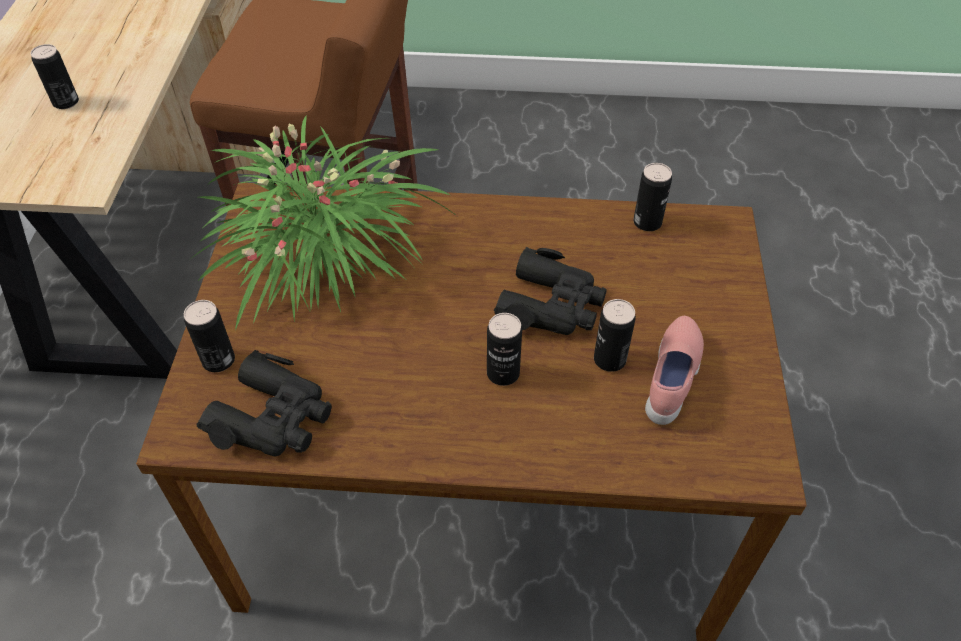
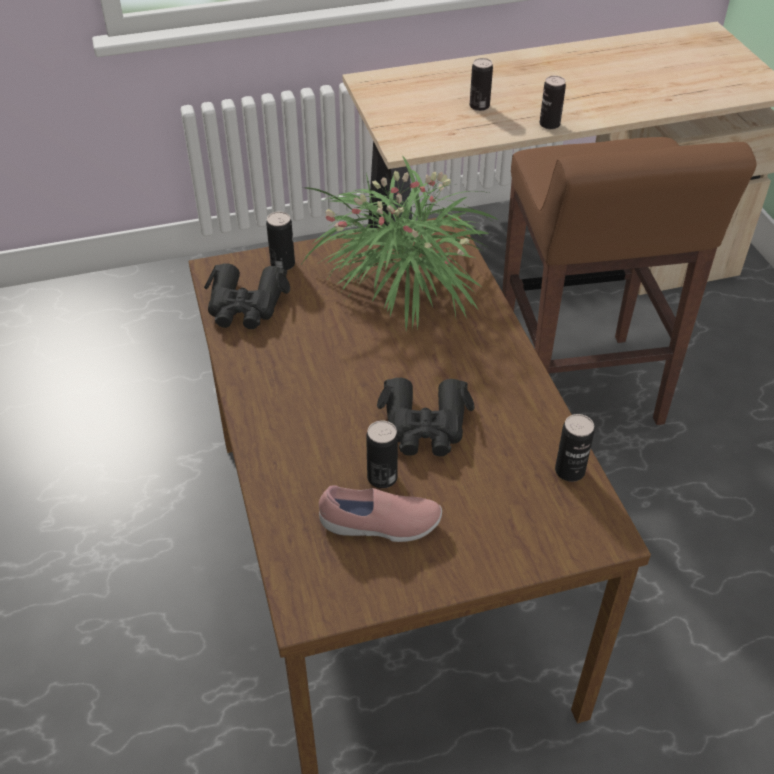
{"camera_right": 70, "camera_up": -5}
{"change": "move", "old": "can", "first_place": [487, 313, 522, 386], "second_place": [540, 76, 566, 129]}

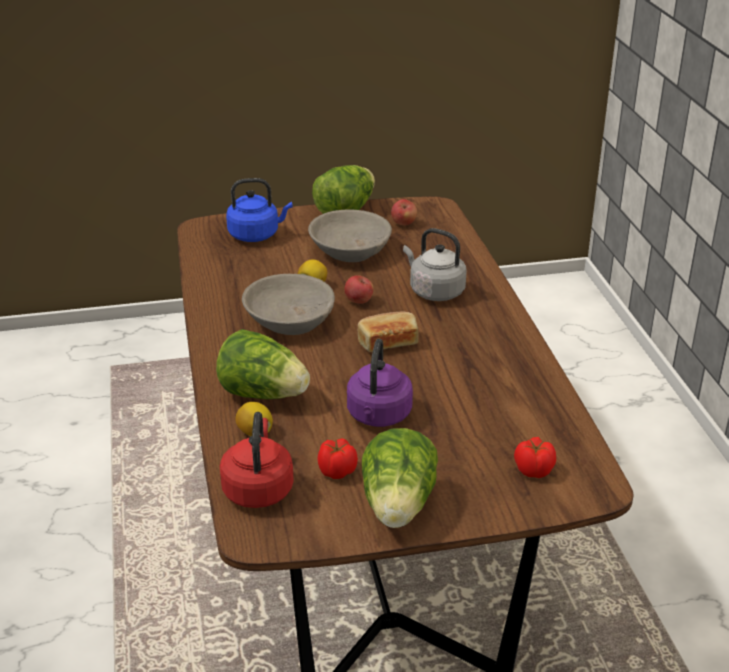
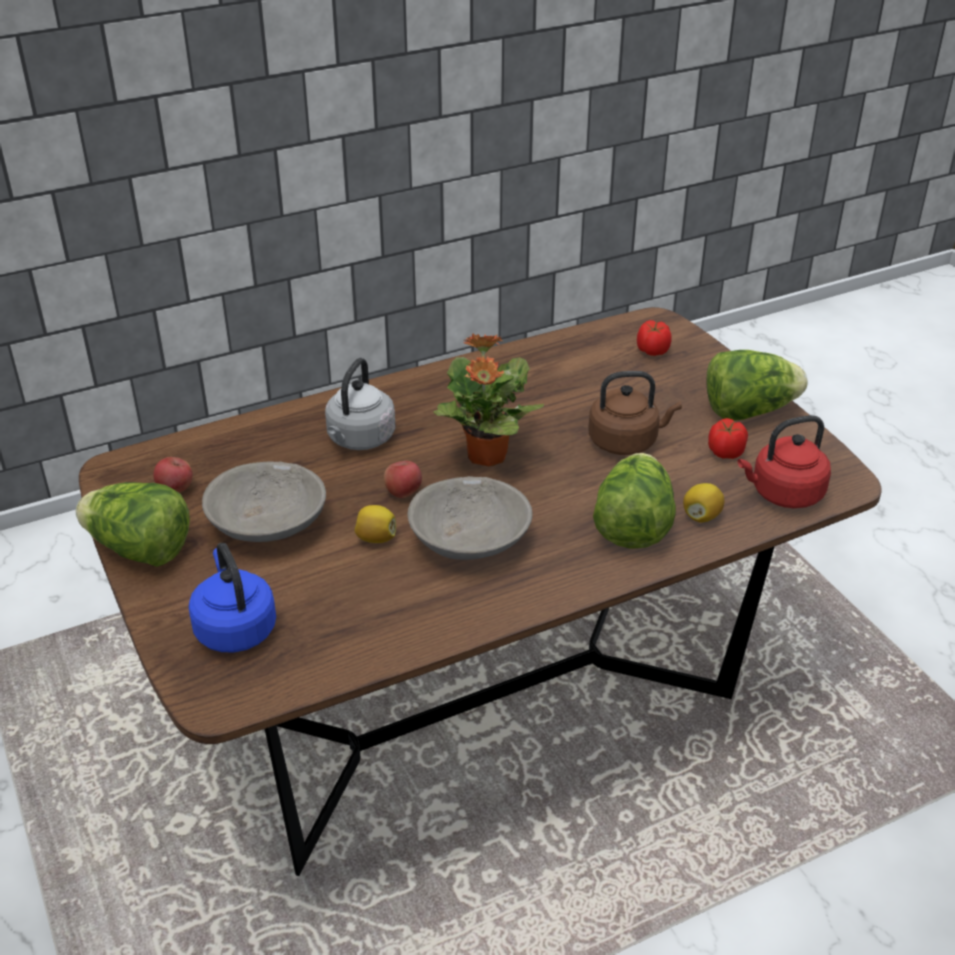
{"camera_right": -105, "camera_up": 5}
{"change": "replace", "old": "bread", "new": "potted plant", "first_place": [358, 311, 419, 352], "second_place": [433, 333, 544, 466]}
{"change": "recolor", "old": "purple kettle", "new": "brown kettle", "first_place": [347, 339, 413, 427], "second_place": [588, 371, 682, 455]}

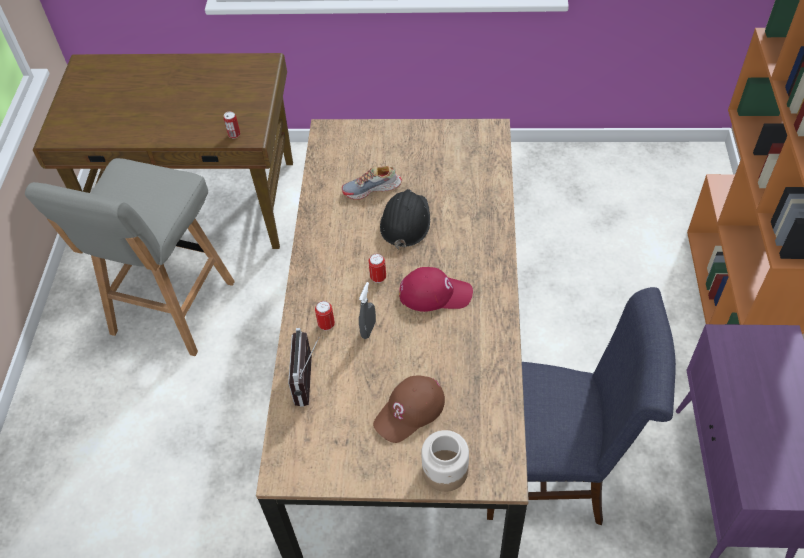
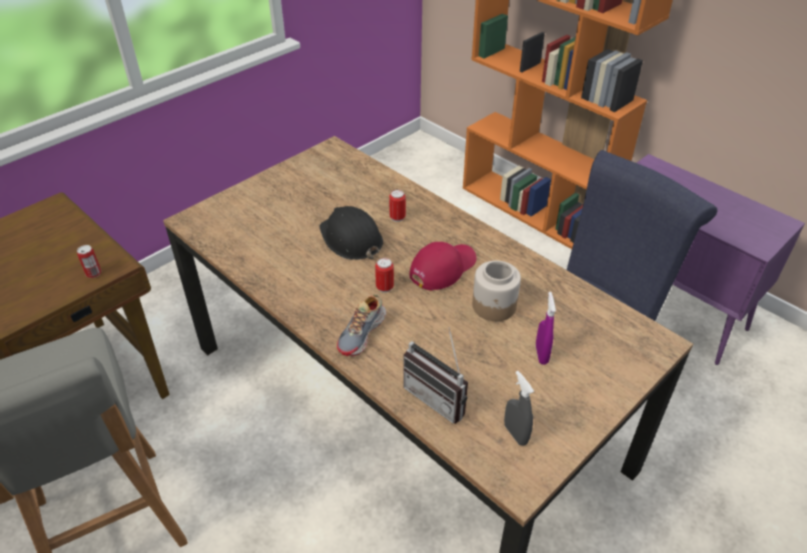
{"camera_right": -50, "camera_up": -10}
{"change": "move", "old": "shoe", "first_place": [342, 165, 402, 200], "second_place": [337, 294, 386, 356]}
{"change": "move", "old": "can", "first_place": [315, 301, 335, 330], "second_place": [389, 190, 406, 222]}
{"change": "move", "old": "jar", "first_place": [421, 430, 469, 492], "second_place": [472, 261, 521, 321]}
{"change": "move", "old": "grey spray bottle", "first_place": [359, 282, 376, 339], "second_place": [504, 371, 534, 446]}
{"change": "replace", "old": "brown cap", "new": "purple spray bottle", "first_place": [373, 375, 445, 443], "second_place": [536, 292, 556, 365]}

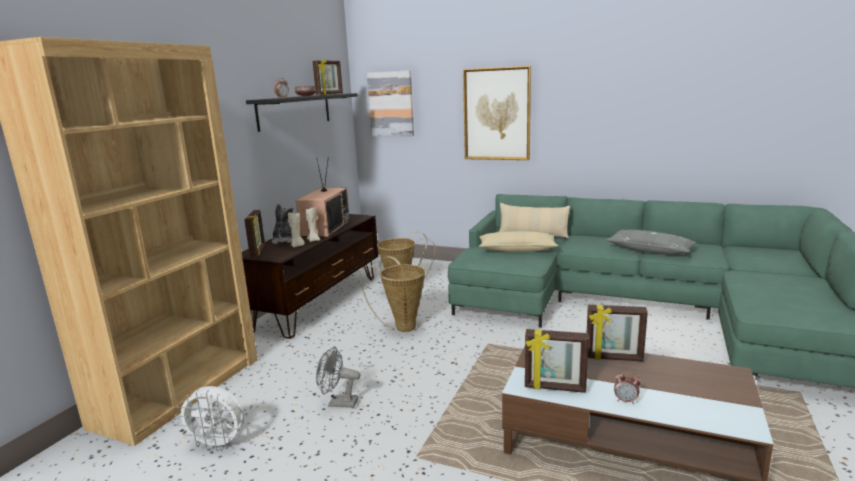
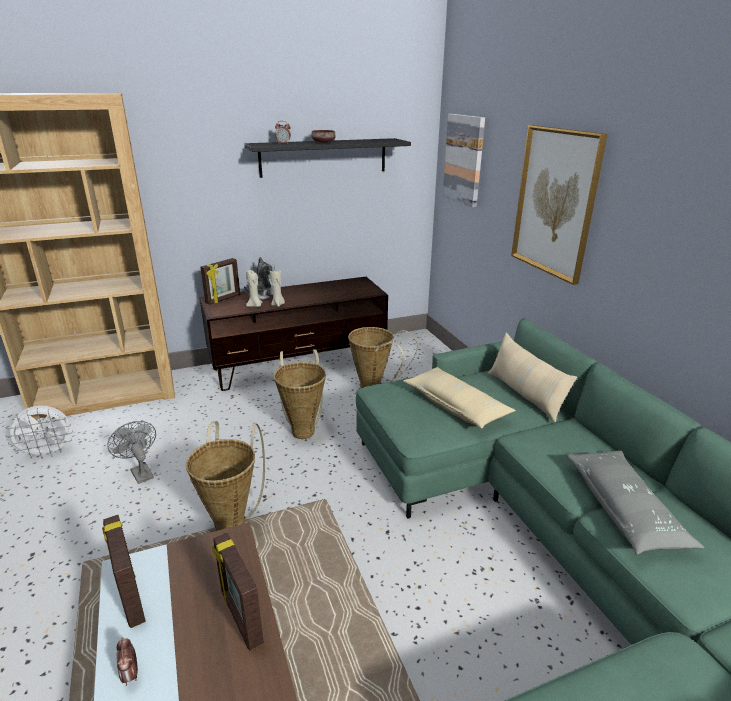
{"camera_right": 45, "camera_up": 10}
{"change": "rotate", "old": "white fan", "first_place": [175, 386, 244, 451], "second_place": [5, 406, 73, 458], "degrees": -75}
{"change": "insert", "new": "basket", "second_place": [186, 421, 265, 531]}
{"change": "delete", "old": "television", "first_place": [296, 157, 350, 237]}
{"change": "delete", "old": "picture frame", "first_place": [313, 59, 343, 95]}

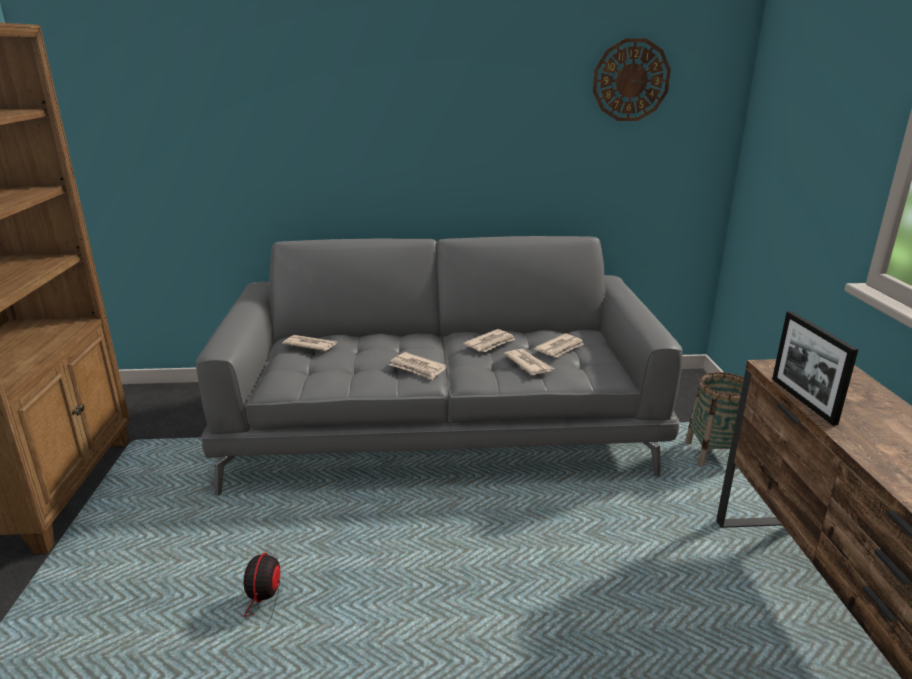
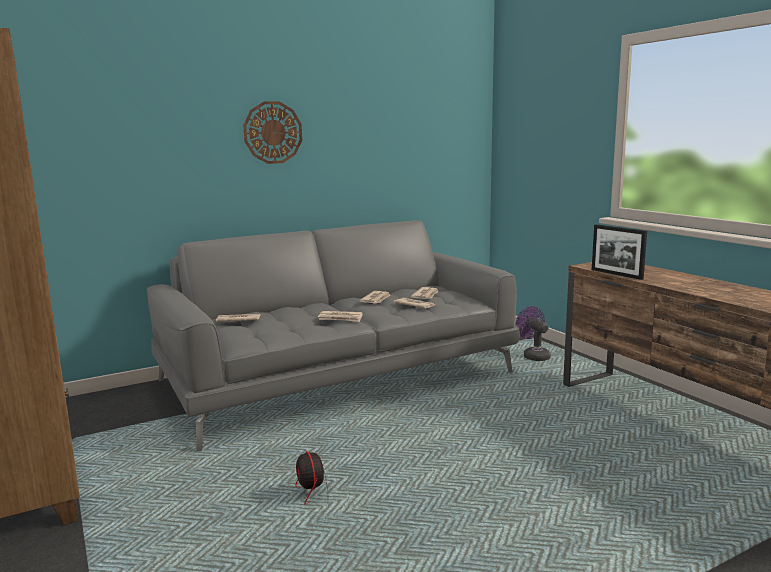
{"camera_right": -25, "camera_up": -10}
{"change": "move", "old": "wall clock", "first_place": [593, 38, 671, 121], "second_place": [243, 101, 302, 164]}
{"change": "replace", "old": "basket", "new": "purple fan", "first_place": [685, 372, 744, 467], "second_place": [516, 306, 551, 361]}

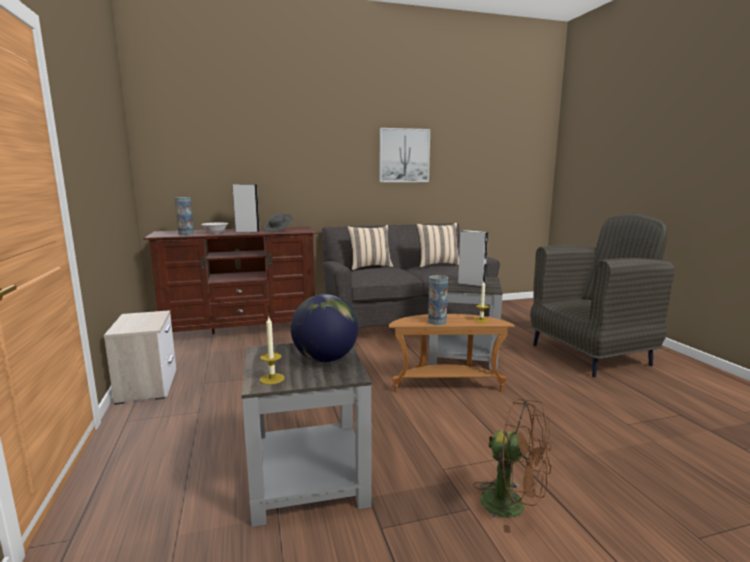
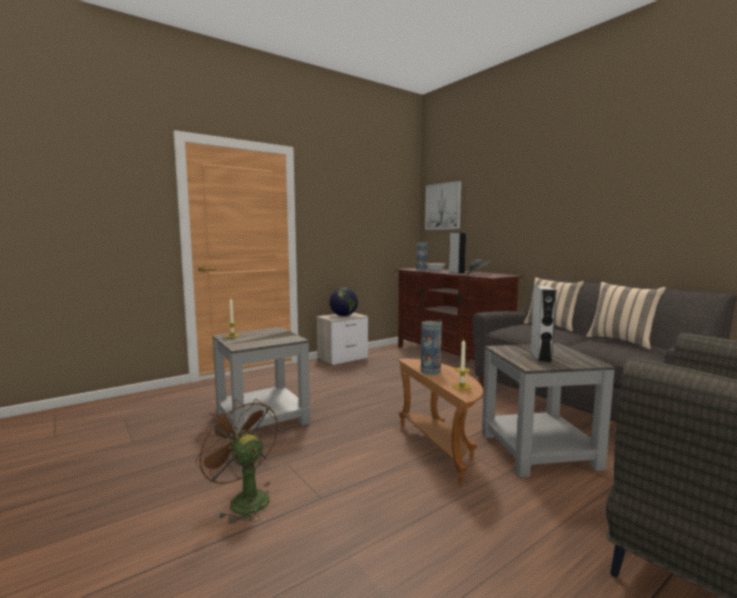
{"camera_right": 70, "camera_up": -5}
{"change": "rotate", "old": "brown fan", "first_place": [473, 398, 552, 533], "second_place": [195, 399, 278, 523], "degrees": 120}
{"change": "move", "old": "globe", "first_place": [291, 294, 358, 362], "second_place": [329, 287, 358, 316]}
{"change": "move", "old": "picture", "first_place": [380, 128, 430, 182], "second_place": [425, 181, 461, 230]}

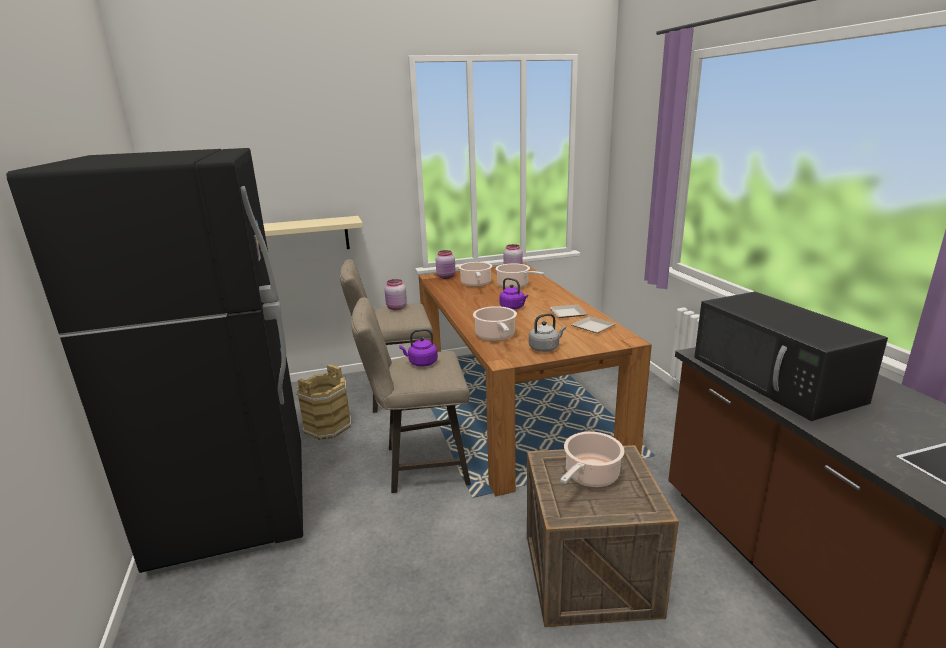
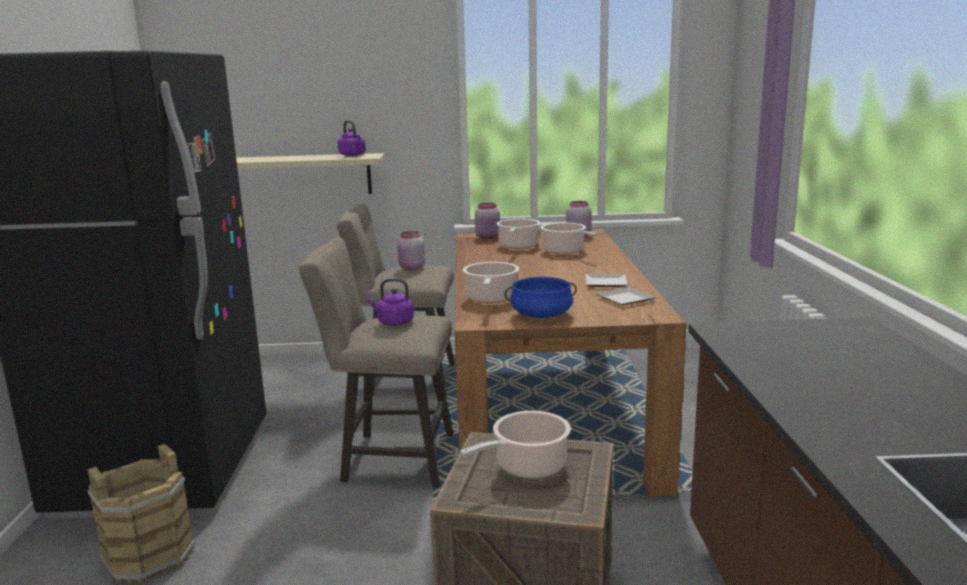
{"camera_right": 15, "camera_up": -5}
{"change": "move", "old": "brown bucket", "first_place": [296, 364, 351, 440], "second_place": [87, 444, 195, 583]}
{"change": "move", "old": "purple kettle", "first_place": [499, 278, 528, 309], "second_place": [338, 120, 366, 156]}
{"change": "replace", "old": "grey kettle", "new": "blue cooking pot", "first_place": [529, 313, 566, 352], "second_place": [504, 277, 577, 318]}
{"change": "delete", "old": "black microwave", "first_place": [694, 292, 888, 421]}

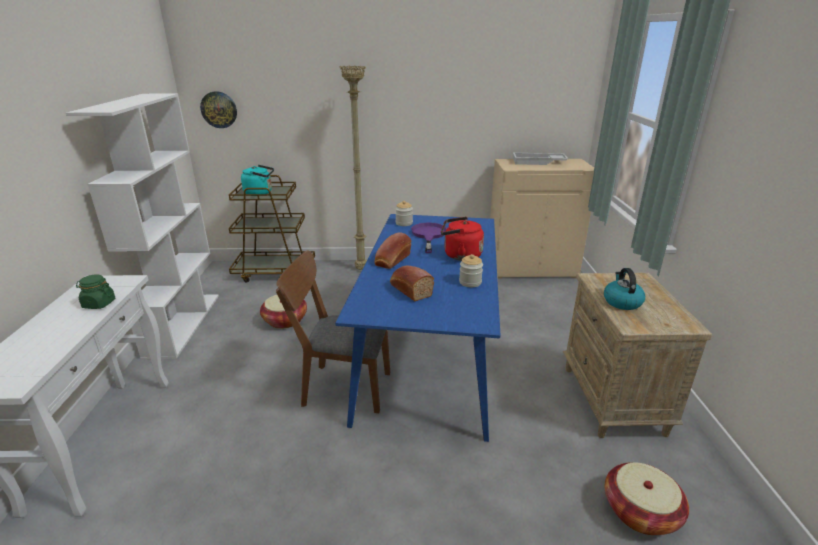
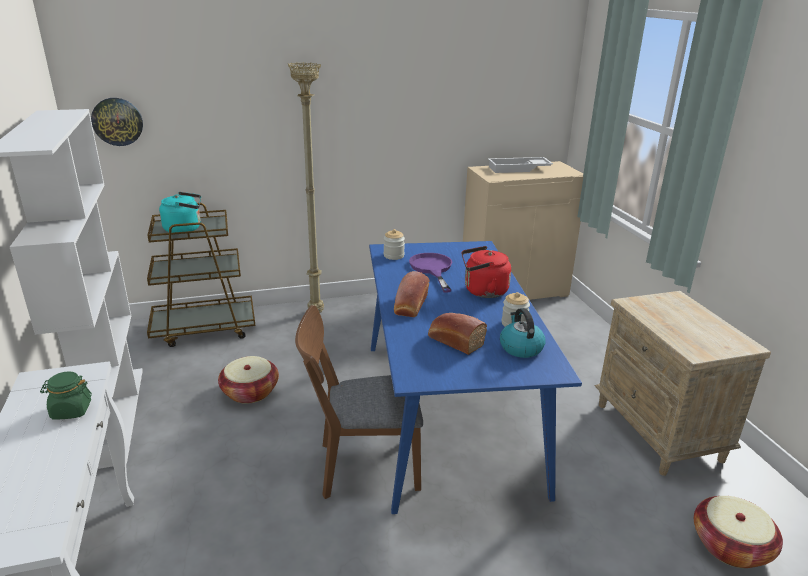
{"camera_right": -15, "camera_up": 0}
{"change": "move", "old": "kettle", "first_place": [604, 268, 645, 310], "second_place": [500, 308, 546, 358]}

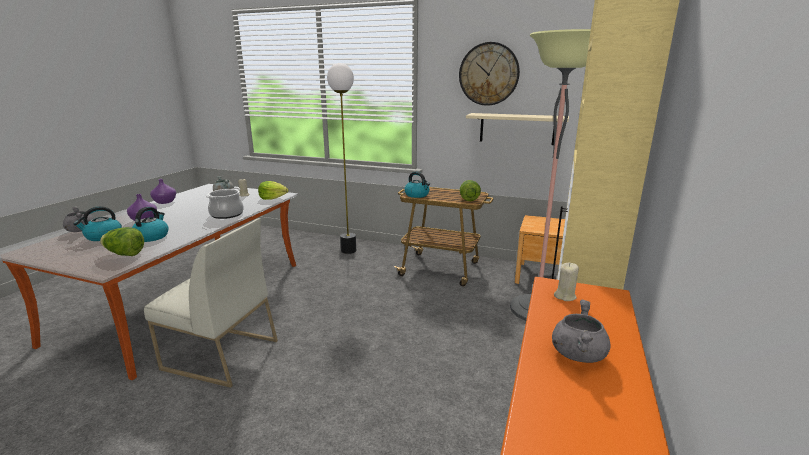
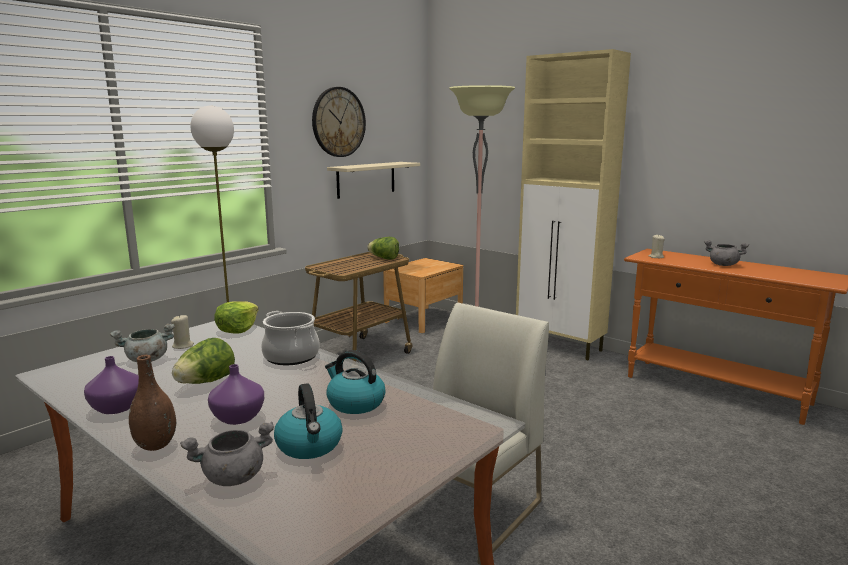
{"camera_right": -70, "camera_up": -5}
{"change": "insert", "new": "brown vase", "second_place": [129, 355, 176, 451]}
{"change": "move", "old": "lettuce", "first_place": [100, 227, 144, 256], "second_place": [172, 338, 235, 384]}
{"change": "delete", "old": "kettle", "first_place": [404, 172, 430, 198]}

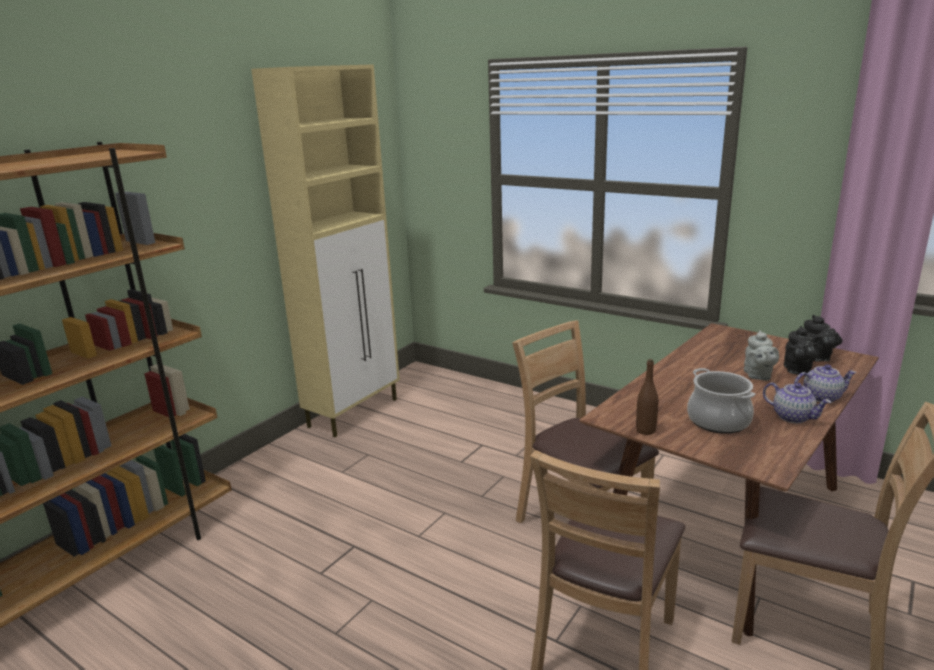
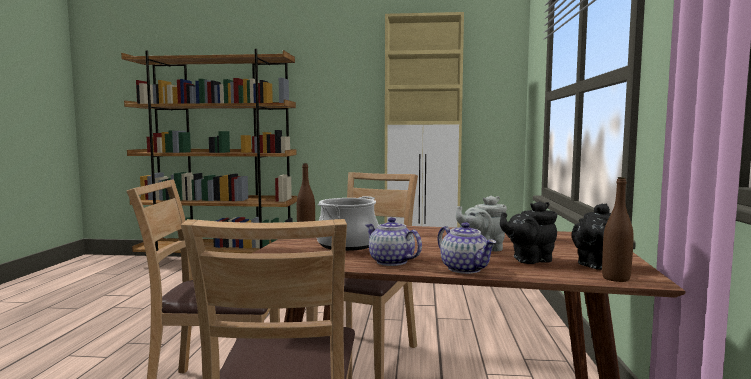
{"camera_right": 60, "camera_up": -15}
{"change": "rotate", "old": "teapot", "first_place": [763, 382, 831, 423], "second_place": [366, 217, 422, 266], "degrees": 120}
{"change": "insert", "new": "brown bottle", "second_place": [602, 177, 634, 282]}

